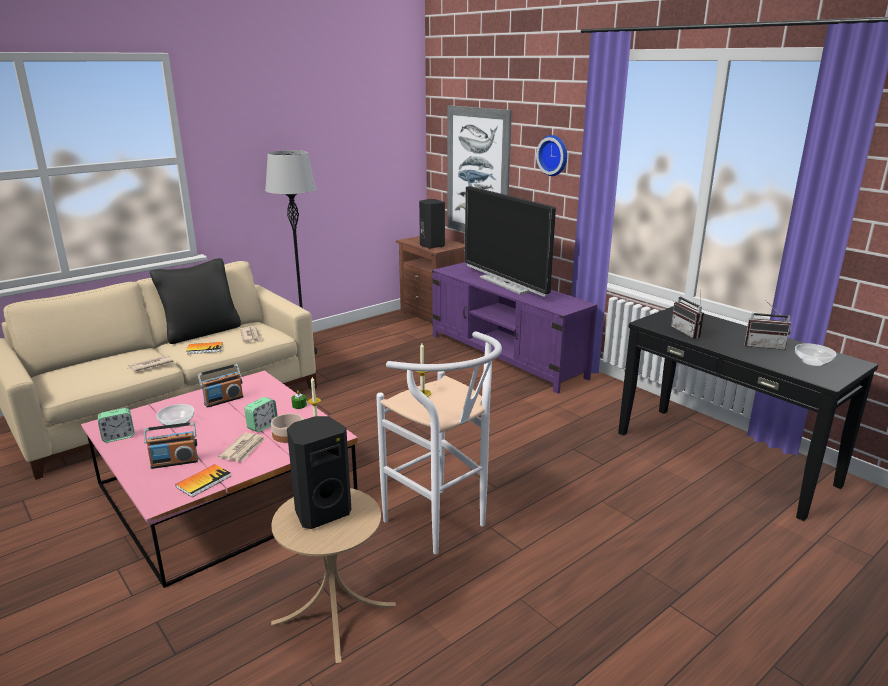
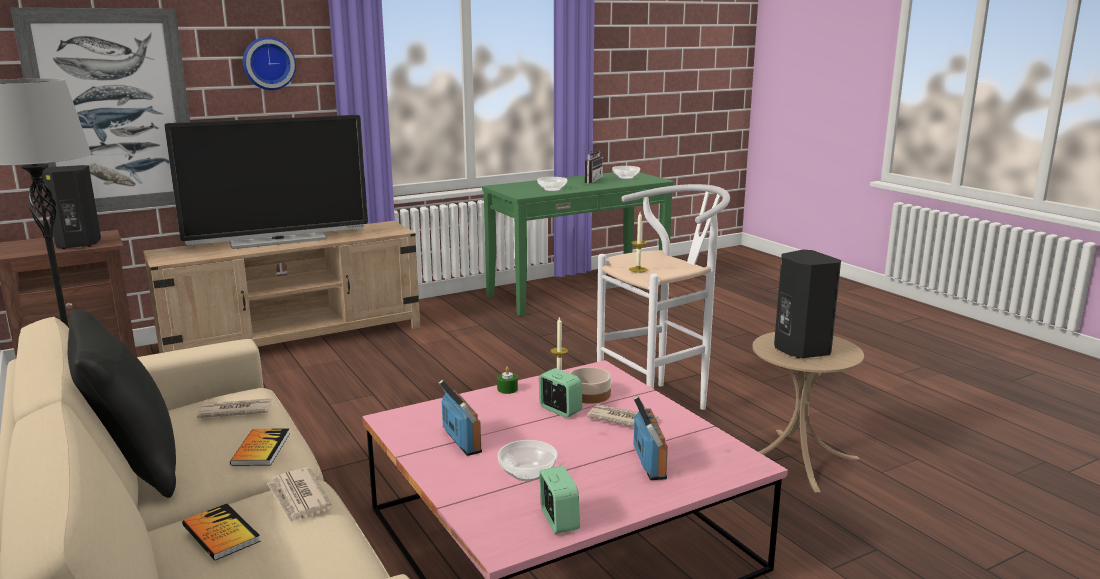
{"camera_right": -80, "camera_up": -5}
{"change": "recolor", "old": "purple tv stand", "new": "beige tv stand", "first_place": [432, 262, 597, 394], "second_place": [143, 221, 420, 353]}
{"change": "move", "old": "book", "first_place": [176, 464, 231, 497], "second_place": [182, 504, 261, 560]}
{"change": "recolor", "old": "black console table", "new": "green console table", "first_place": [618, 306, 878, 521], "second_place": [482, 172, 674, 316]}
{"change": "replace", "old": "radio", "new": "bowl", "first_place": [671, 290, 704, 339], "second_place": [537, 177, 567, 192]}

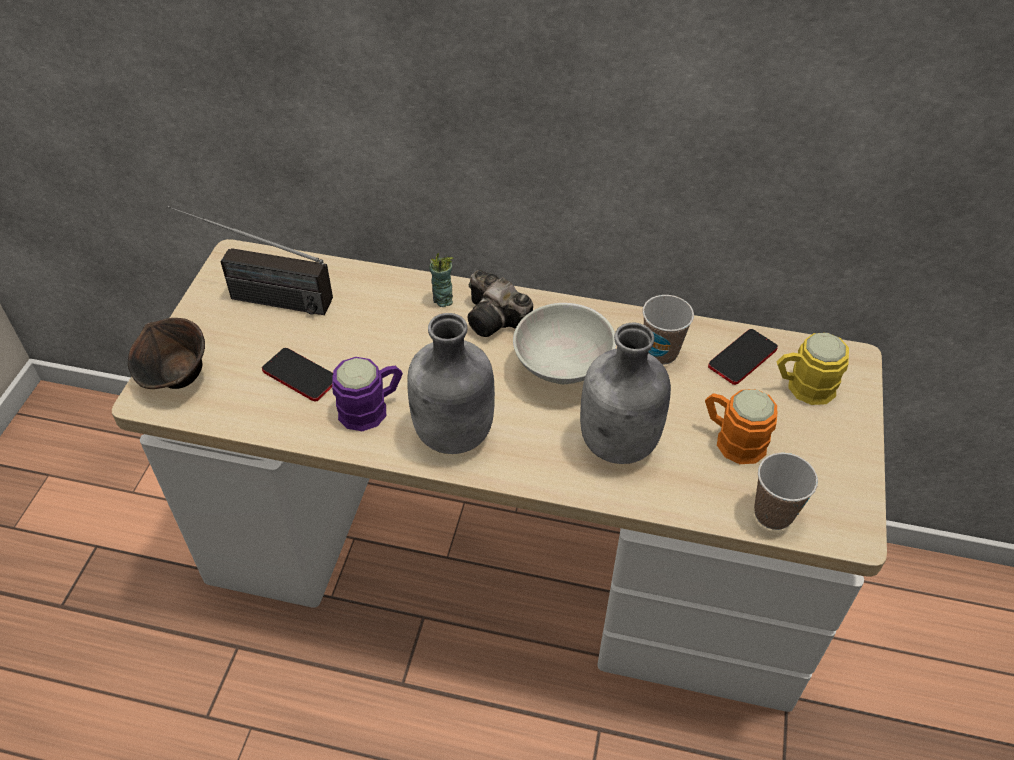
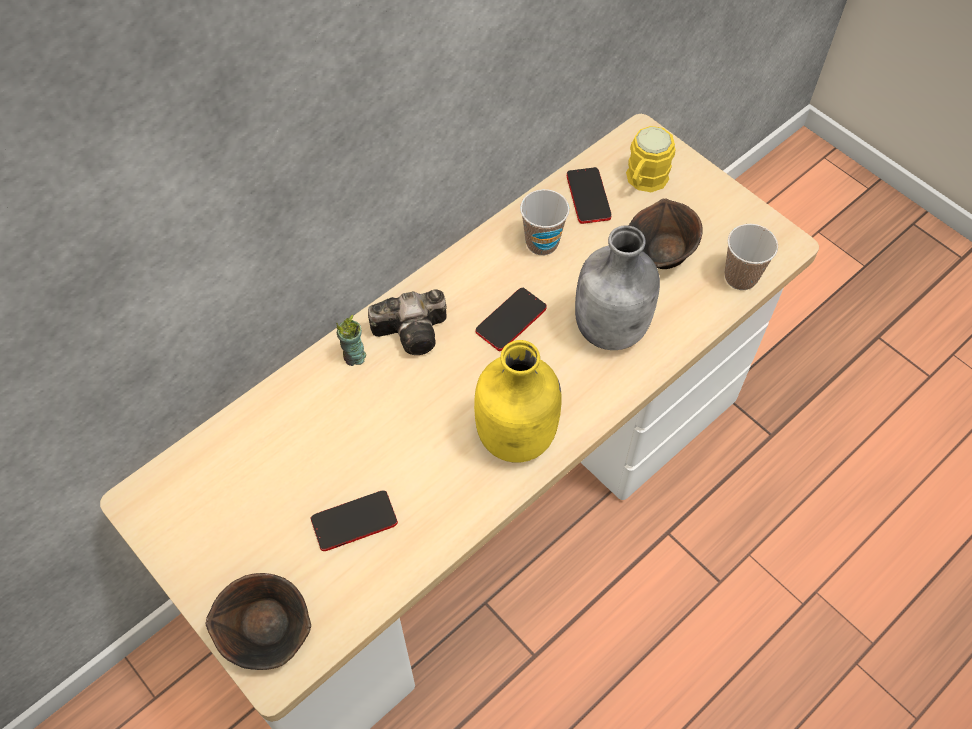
{"camera_right": -55, "camera_up": 10}
{"change": "recolor", "old": "grey bottle", "new": "yellow bottle", "first_place": [407, 313, 495, 454], "second_place": [474, 340, 561, 463]}
{"change": "replace", "old": "white bowl", "new": "phone", "first_place": [513, 303, 616, 384], "second_place": [475, 288, 547, 351]}
{"change": "replace", "old": "orange mug", "new": "brown bowl", "first_place": [705, 389, 778, 464], "second_place": [629, 198, 703, 269]}
{"change": "delete", "old": "radio", "first_place": [167, 206, 333, 315]}
{"change": "delete", "old": "purple mug", "first_place": [332, 357, 403, 431]}

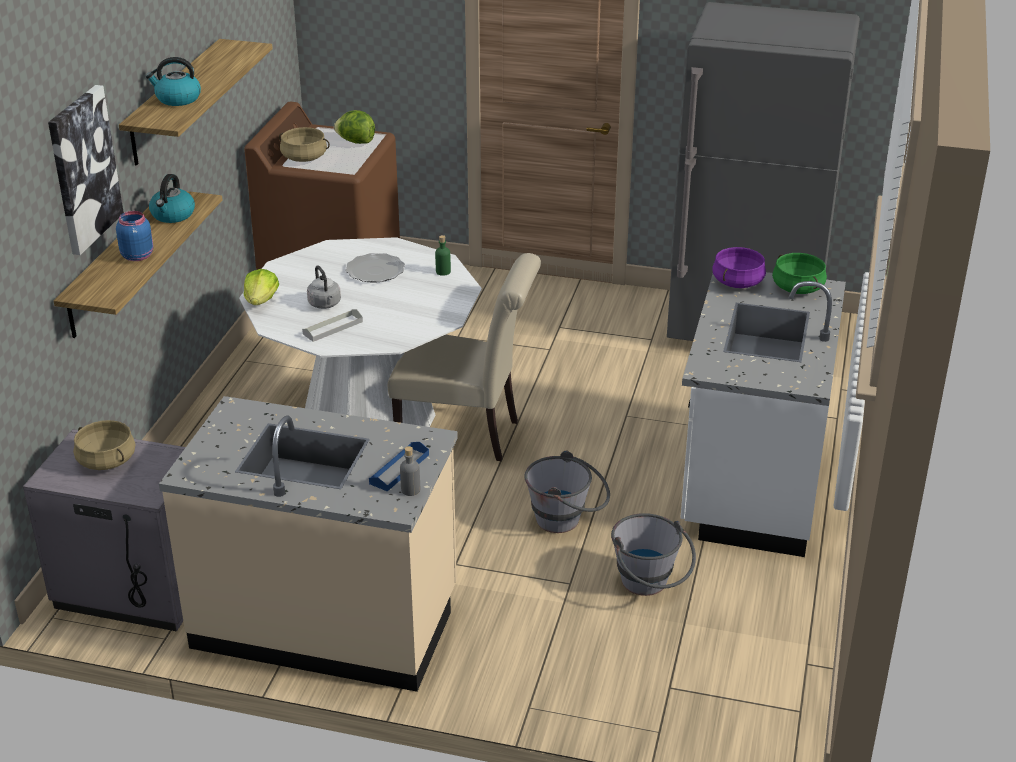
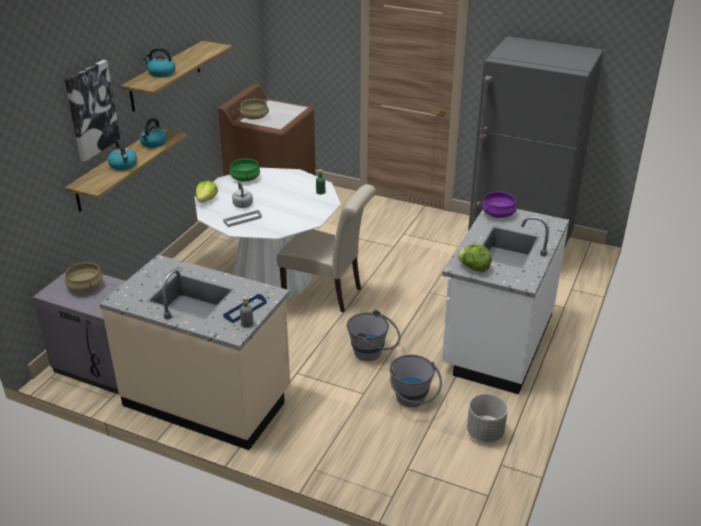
{"camera_right": 10, "camera_up": 0}
{"change": "replace", "old": "blue jar", "new": "kettle", "first_place": [116, 211, 153, 261], "second_place": [108, 139, 137, 170]}
{"change": "move", "old": "green cooking pot", "first_place": [772, 253, 827, 294], "second_place": [230, 158, 260, 182]}
{"change": "move", "old": "lettuce", "first_place": [334, 110, 375, 144], "second_place": [457, 244, 492, 272]}
{"change": "insert", "new": "grey planter", "second_place": [467, 394, 508, 442]}
{"change": "delete", "old": "plate", "first_place": [345, 253, 405, 283]}

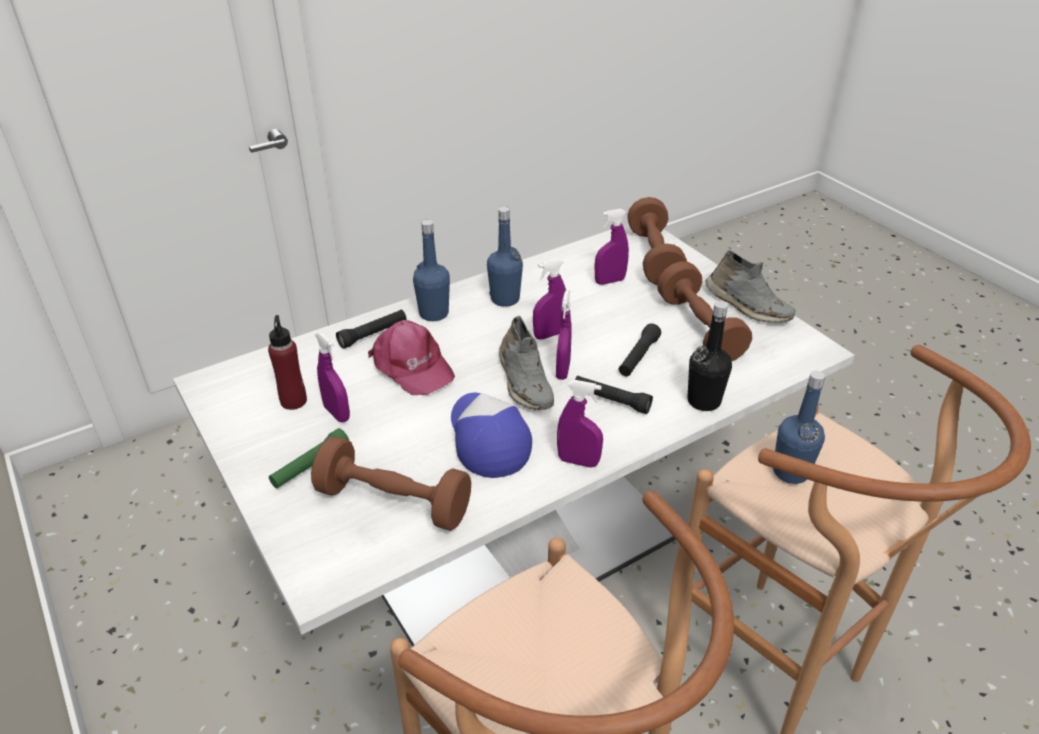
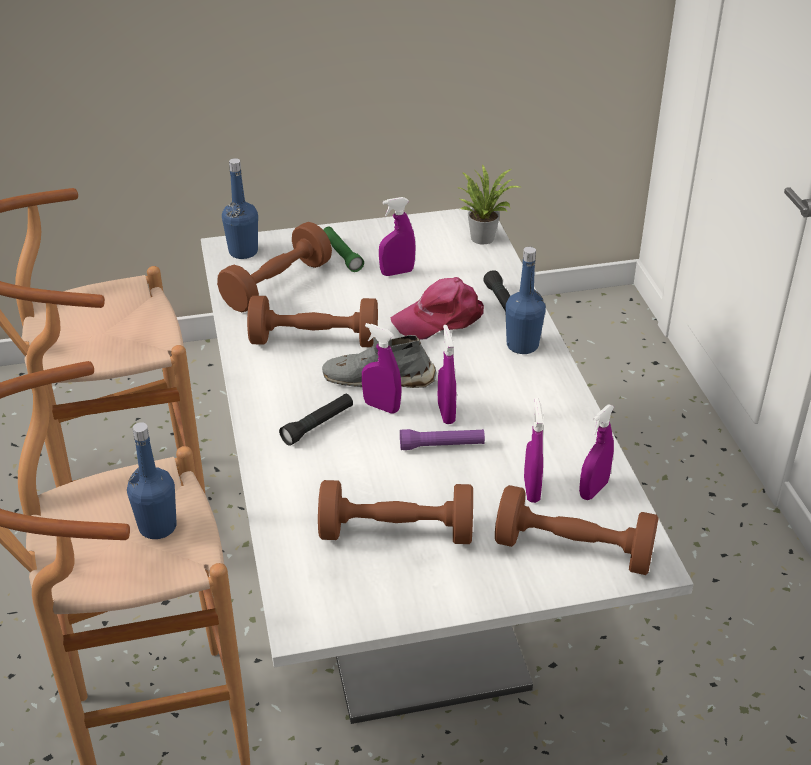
{"camera_right": 110, "camera_up": 0}
{"change": "move", "old": "blue bottle", "first_place": [487, 206, 523, 307], "second_place": [222, 158, 258, 259]}
{"change": "replace", "old": "cap", "new": "brown dumbbell", "first_place": [451, 393, 532, 478], "second_place": [247, 296, 378, 347]}
{"change": "insert", "new": "purple flashlight", "second_place": [400, 429, 485, 450]}
{"change": "insert", "new": "potted plant", "second_place": [455, 164, 520, 244]}
{"change": "move", "old": "purple spray bottle", "first_place": [557, 380, 603, 467], "second_place": [579, 404, 614, 500]}
{"change": "delete", "old": "red bottle", "first_place": [268, 315, 307, 410]}
{"change": "delete", "old": "black flashlight", "first_place": [619, 323, 661, 376]}
{"change": "delete", "old": "black bottle", "first_place": [687, 301, 732, 411]}
{"change": "delete", "old": "grey shoe", "first_place": [705, 250, 796, 323]}

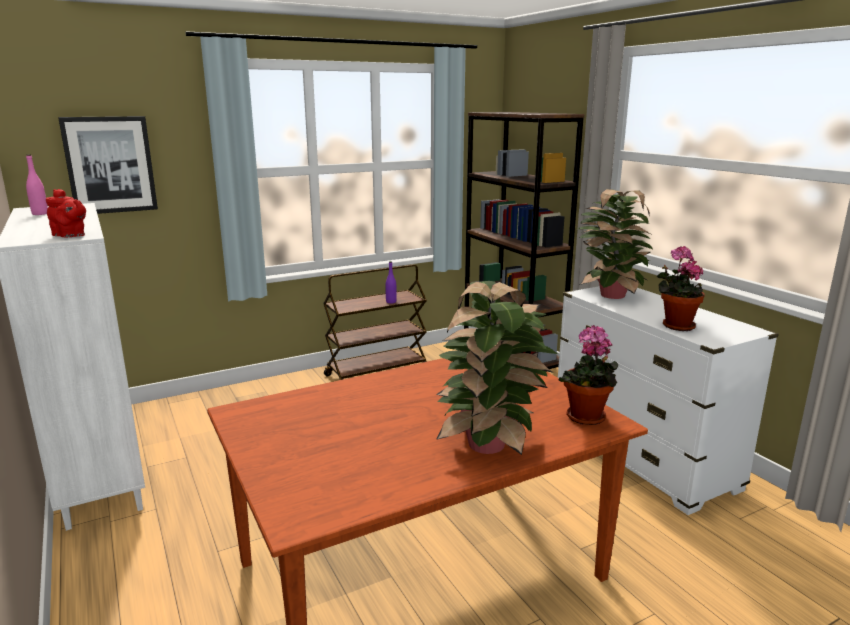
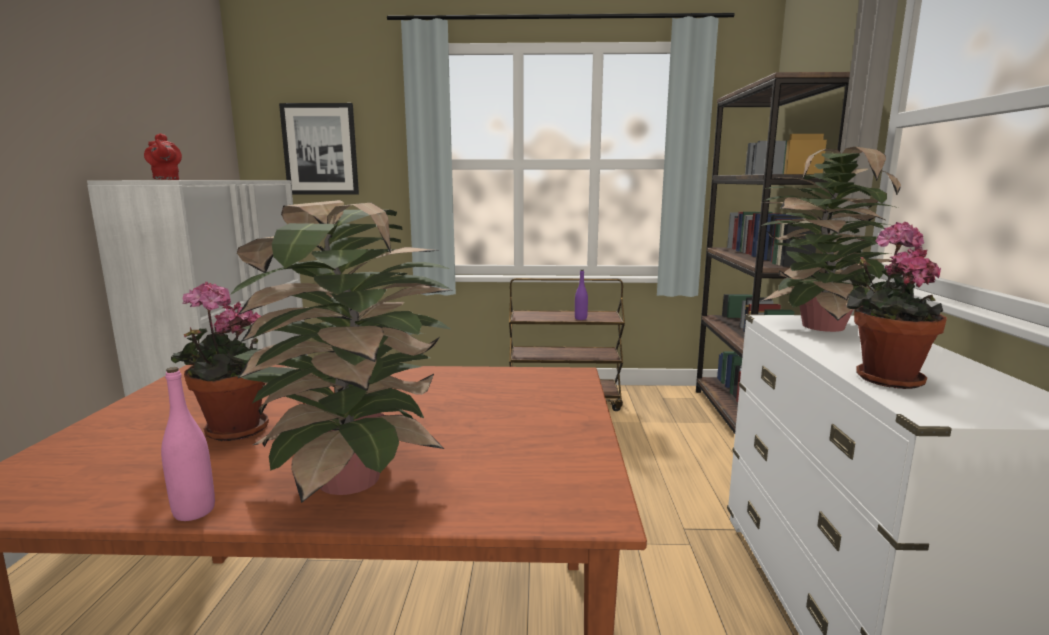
{"camera_right": 30, "camera_up": -5}
{"change": "move", "old": "pink bottle", "first_place": [26, 154, 48, 215], "second_place": [161, 367, 215, 521]}
{"change": "move", "old": "potted plant", "first_place": [558, 325, 618, 425], "second_place": [171, 282, 269, 441]}

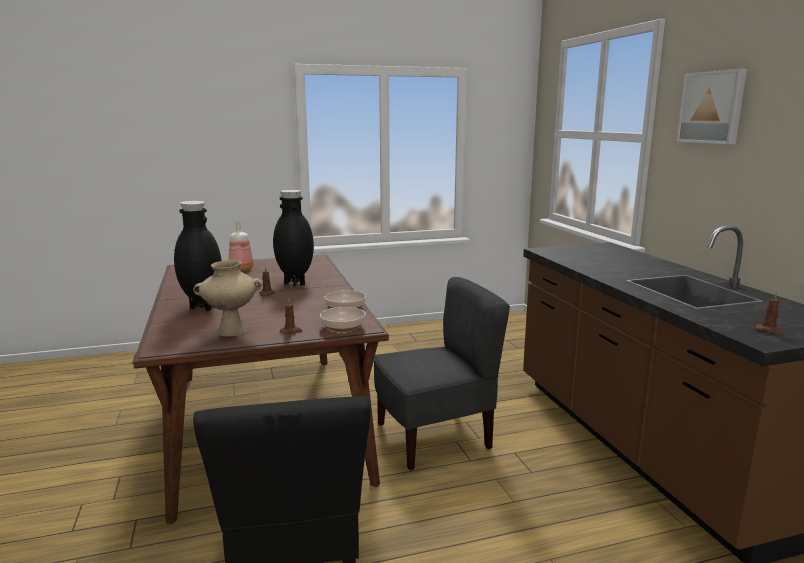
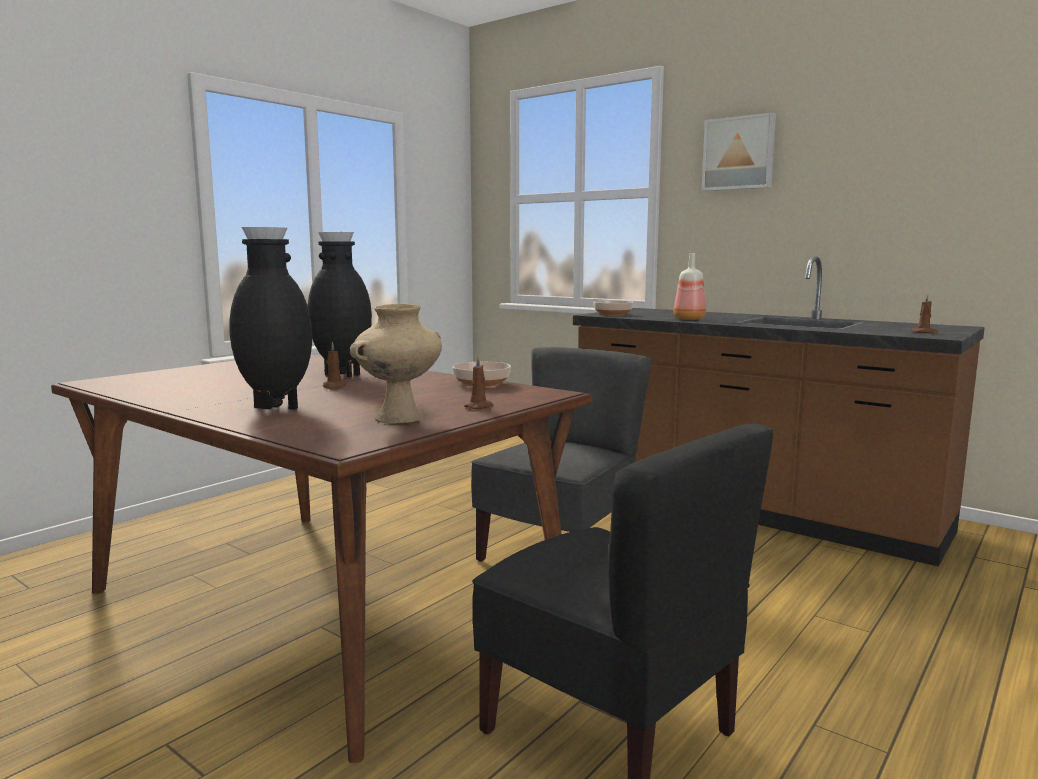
{"camera_right": -35, "camera_up": -5}
{"change": "move", "old": "bowl", "first_place": [320, 307, 366, 332], "second_place": [593, 301, 634, 315]}
{"change": "move", "old": "bottle", "first_place": [228, 220, 254, 271], "second_place": [673, 253, 706, 320]}

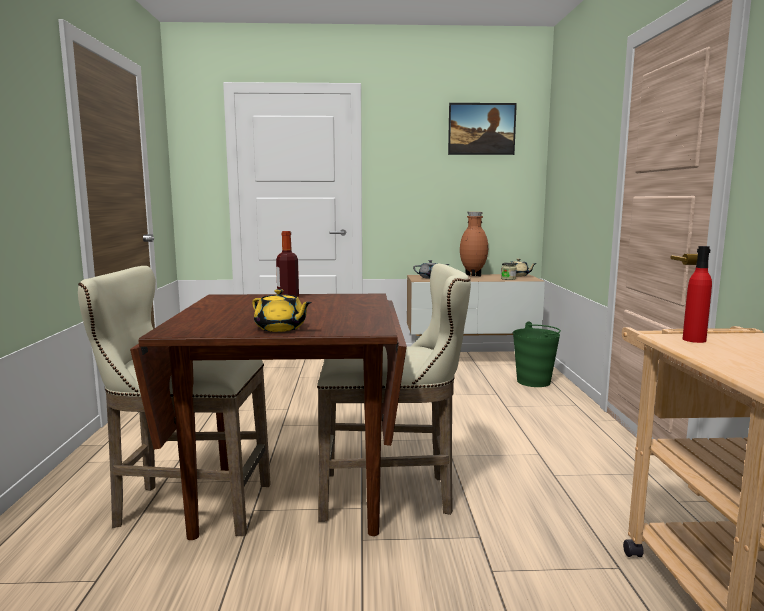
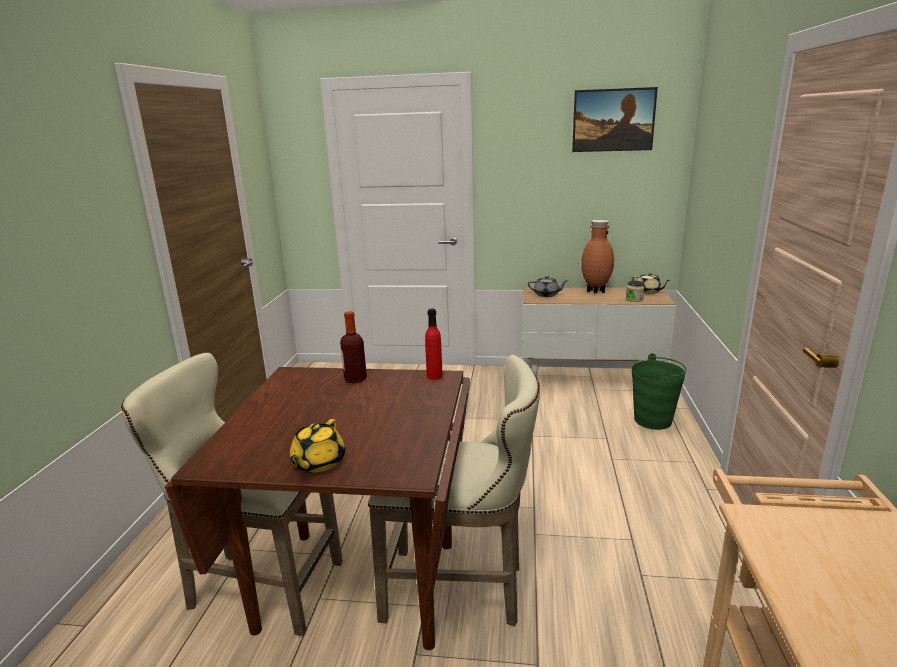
{"camera_right": 10, "camera_up": 10}
{"change": "rotate", "old": "yellow teapot", "first_place": [252, 289, 312, 332], "second_place": [290, 419, 345, 473], "degrees": 60}
{"change": "move", "old": "red bottle", "first_place": [683, 246, 712, 343], "second_place": [425, 309, 443, 380]}

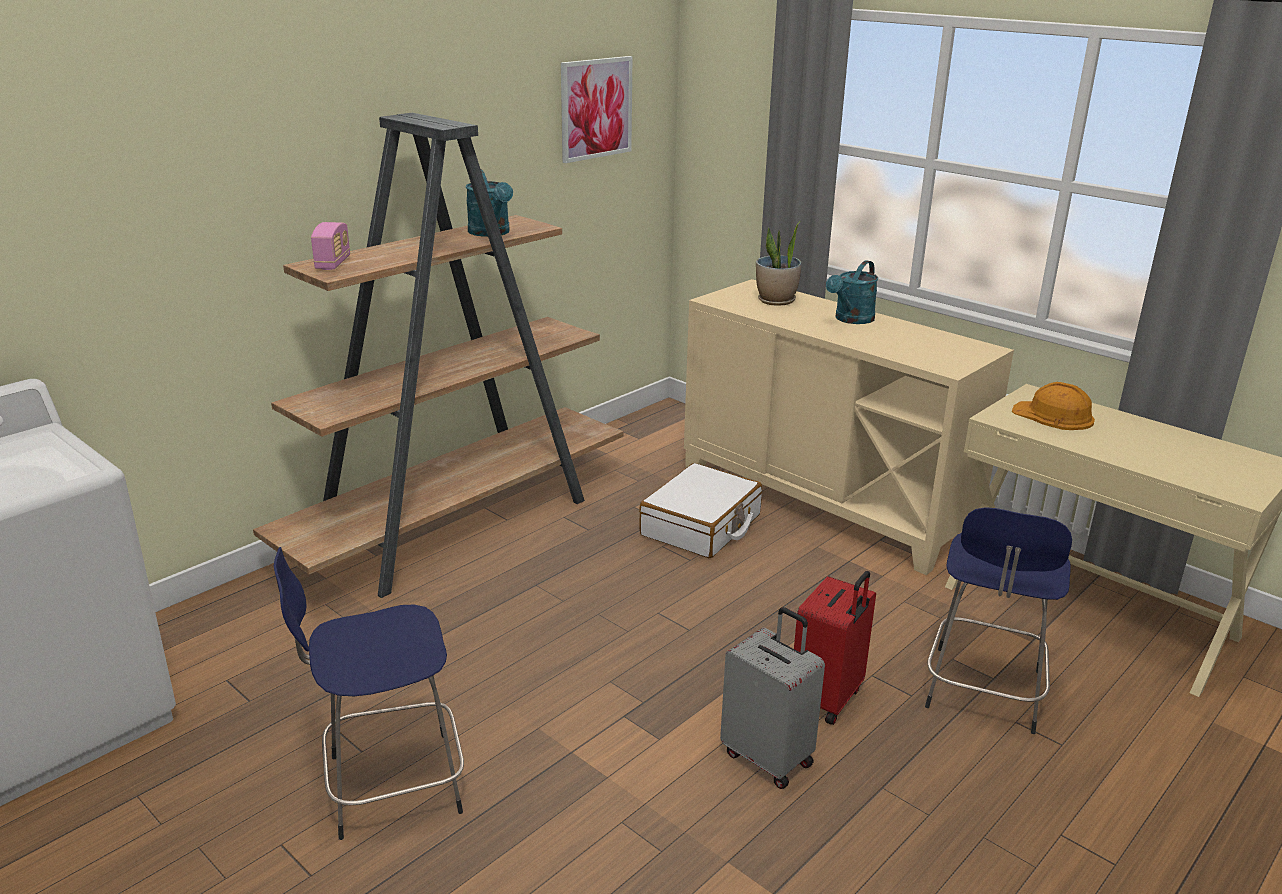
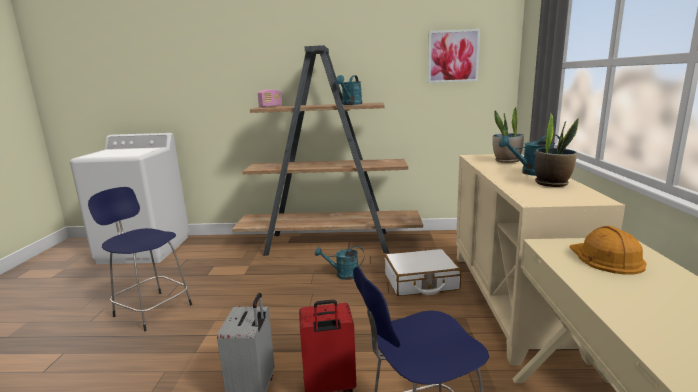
{"camera_right": 50, "camera_up": -10}
{"change": "insert", "new": "turquoise watering can", "second_place": [315, 246, 364, 280]}
{"change": "insert", "new": "potted plant", "second_place": [535, 112, 579, 187]}

